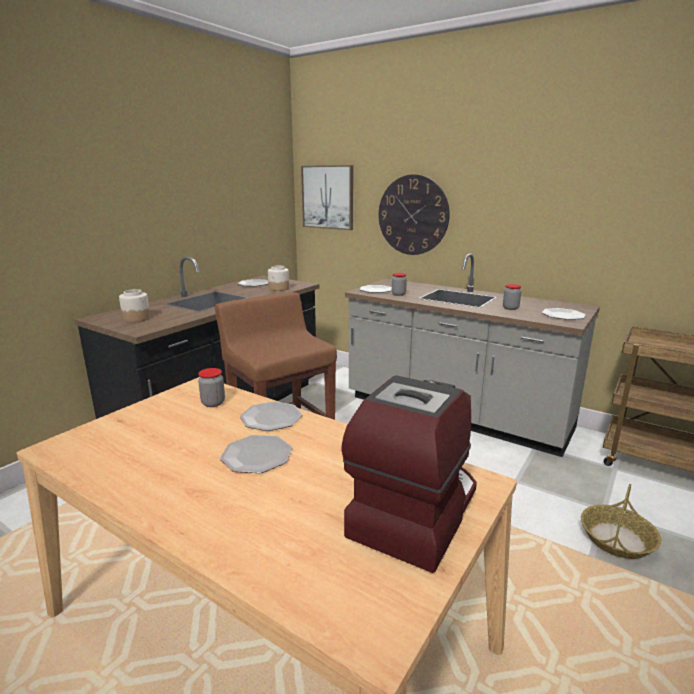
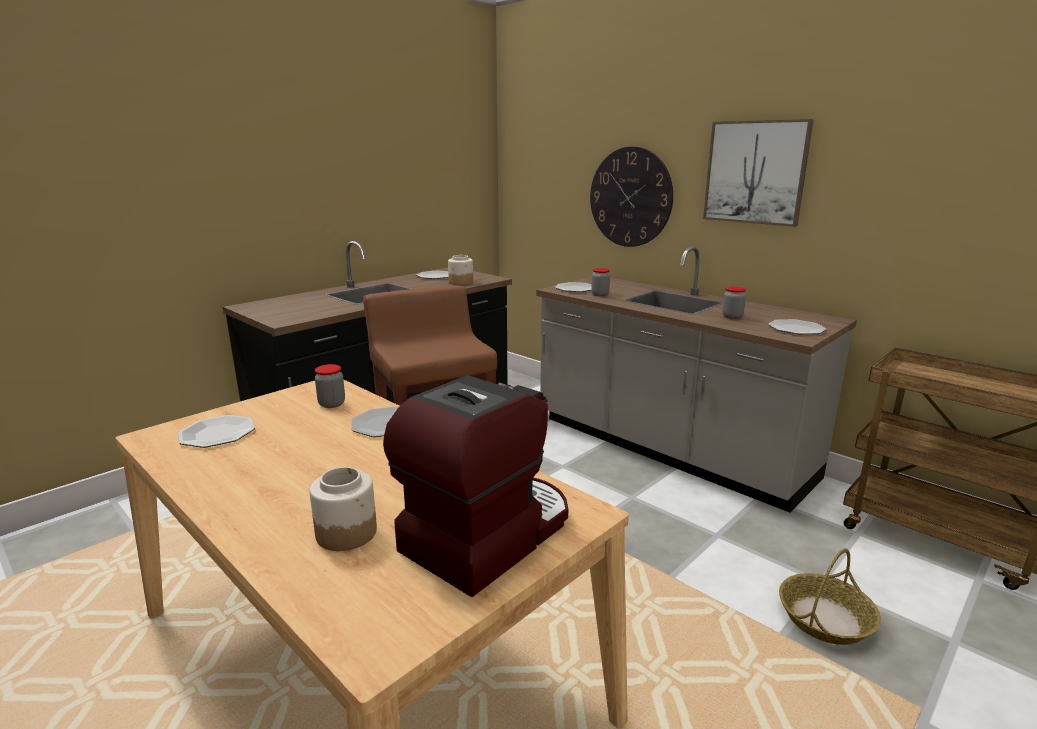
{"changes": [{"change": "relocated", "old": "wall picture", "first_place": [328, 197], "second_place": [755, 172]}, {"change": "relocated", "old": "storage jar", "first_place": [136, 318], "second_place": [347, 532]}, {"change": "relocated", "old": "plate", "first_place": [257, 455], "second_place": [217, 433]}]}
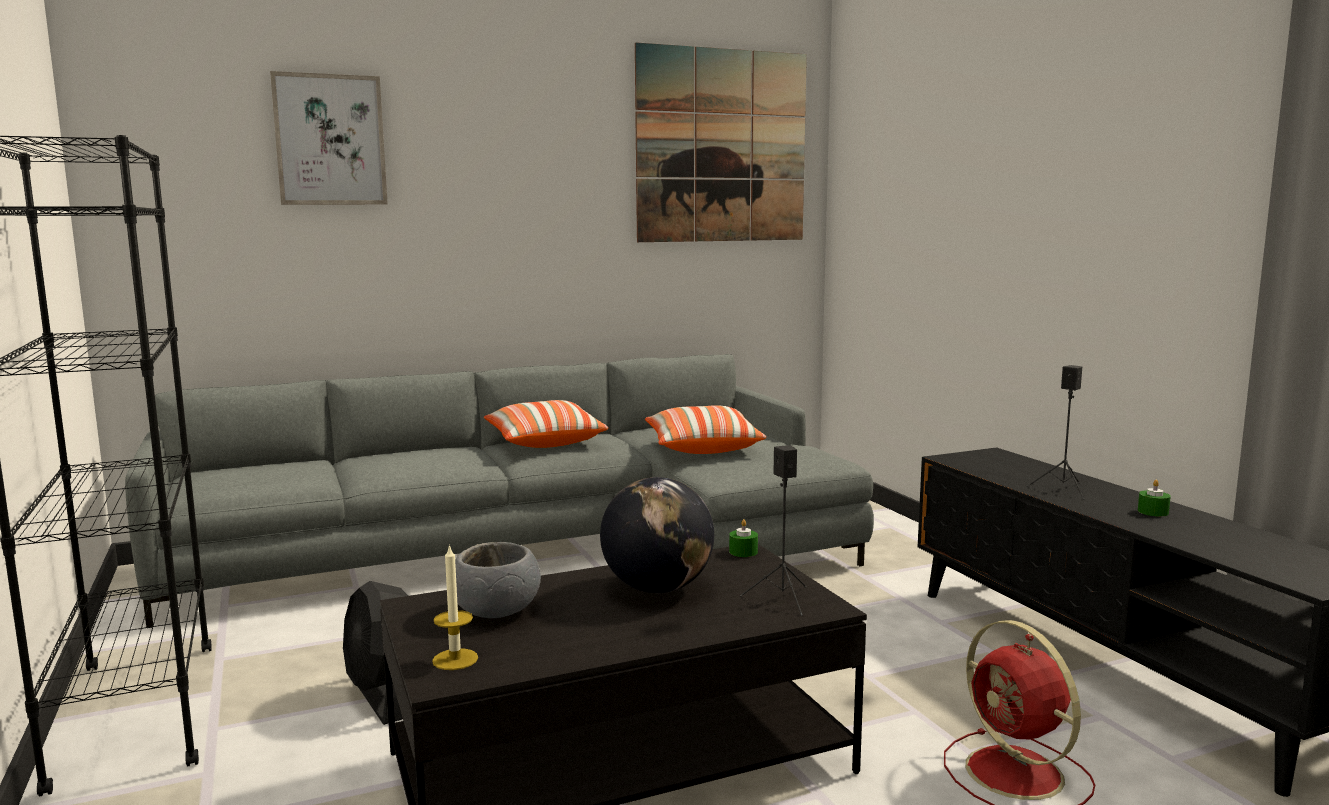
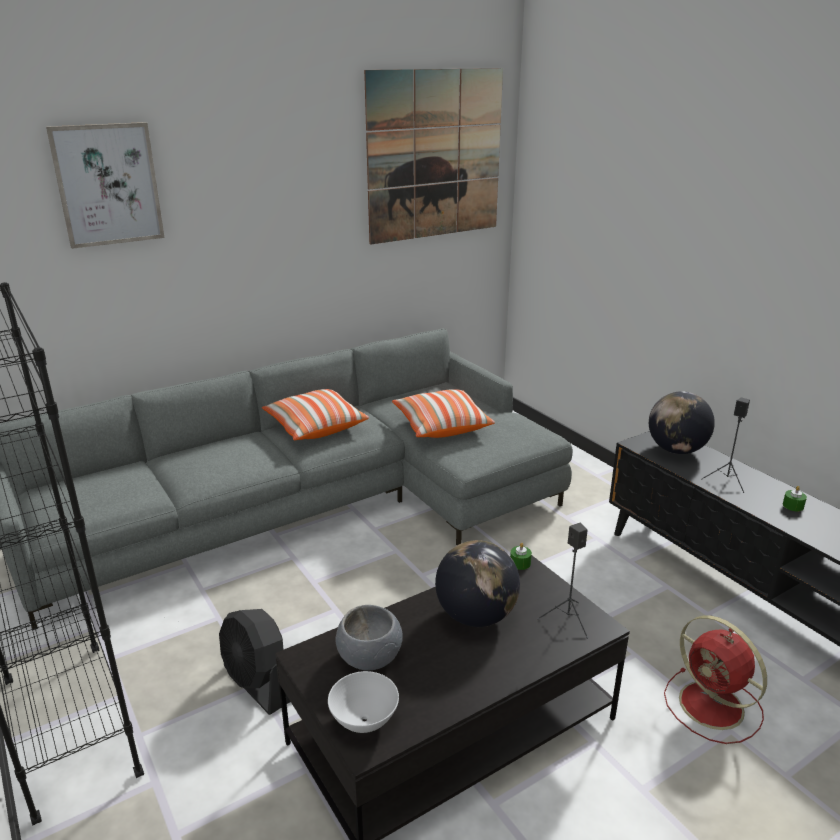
{"changes": [{"change": "exchanged", "old": "candle", "new": "deep dish/white-coloured", "first_place": [455, 659], "second_place": [364, 720]}, {"change": "appeared", "new": "globe", "second_place": [676, 450]}]}
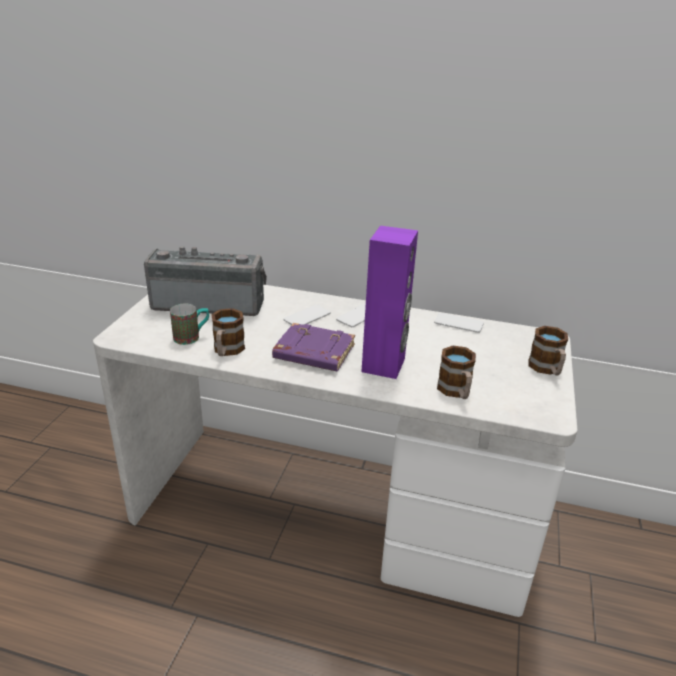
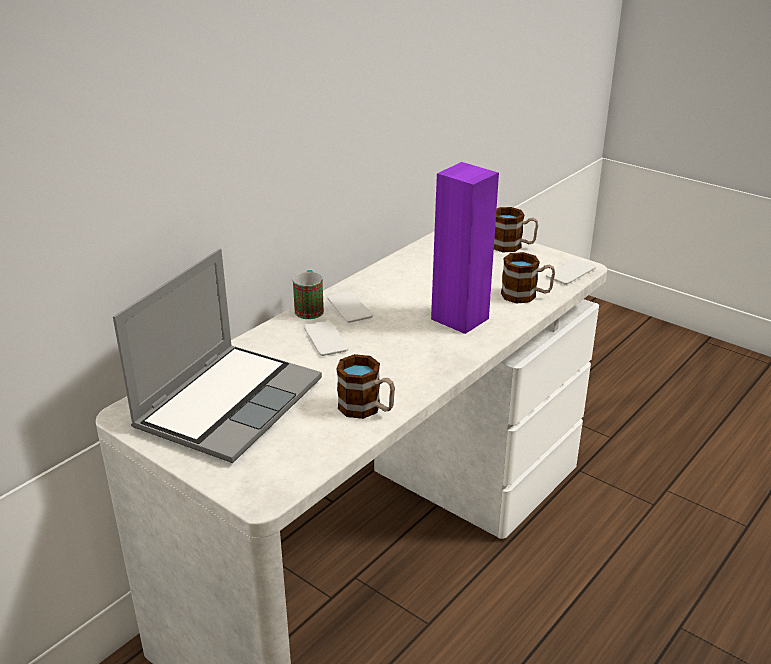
{"changes": [{"change": "exchanged", "old": "radio set", "new": "portable computer", "first_place": [209, 303], "second_place": [229, 403]}, {"change": "relocated", "old": "coffee mug", "first_place": [192, 337], "second_place": [309, 308]}, {"change": "relocated", "old": "handset", "first_place": [458, 323], "second_place": [570, 273]}, {"change": "missing", "old": "bound book/purple-coloured", "first_place": [313, 353]}]}
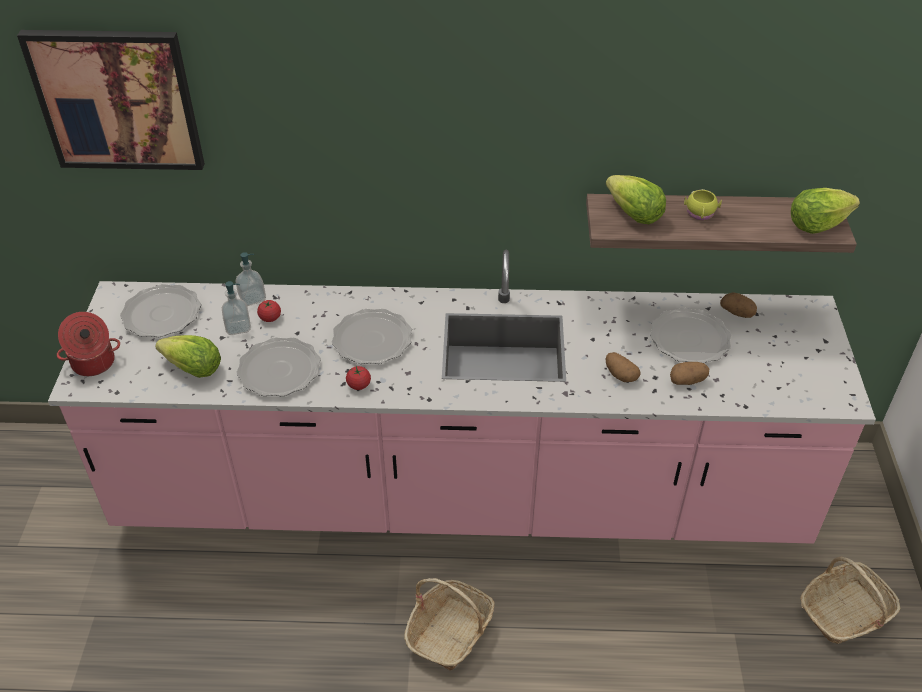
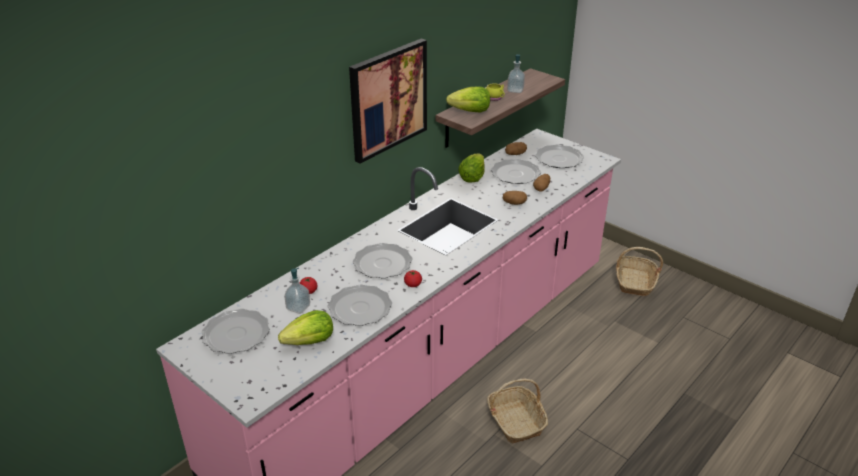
{"changes": [{"change": "relocated", "old": "wall picture", "first_place": [117, 100], "second_place": [388, 99]}, {"change": "relocated", "old": "head of lettuce", "first_place": [816, 225], "second_place": [472, 177]}, {"change": "relocated", "old": "soap bottle", "first_place": [252, 298], "second_place": [515, 90]}, {"change": "missing", "old": "cooking pot", "first_place": [93, 363]}, {"change": "appeared", "new": "plate", "second_place": [559, 158]}]}
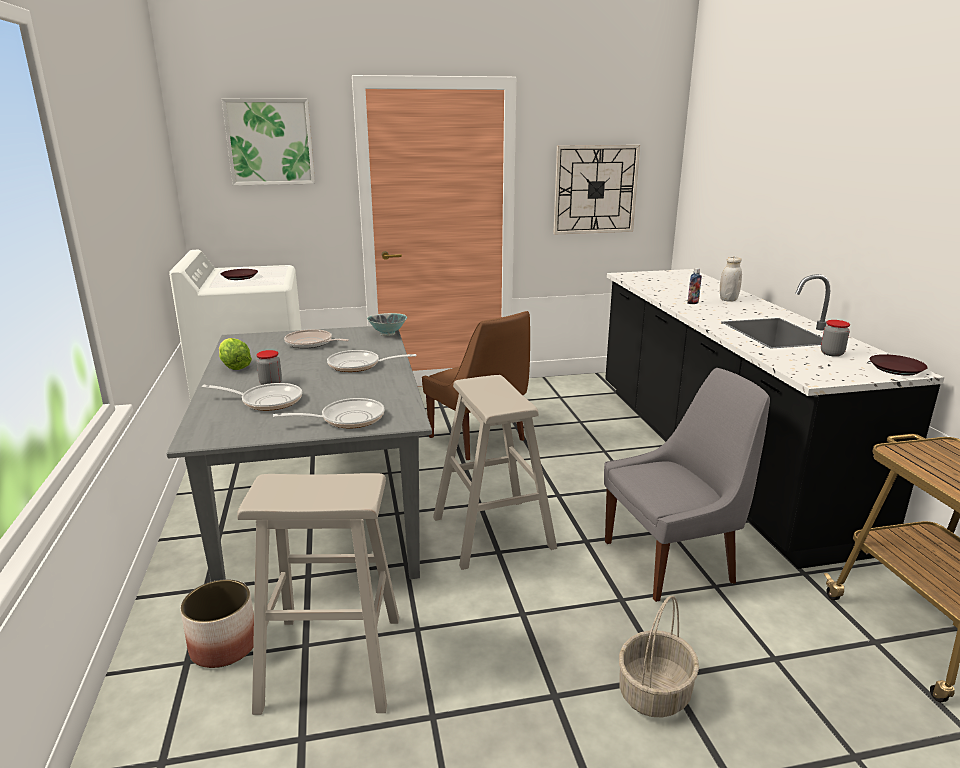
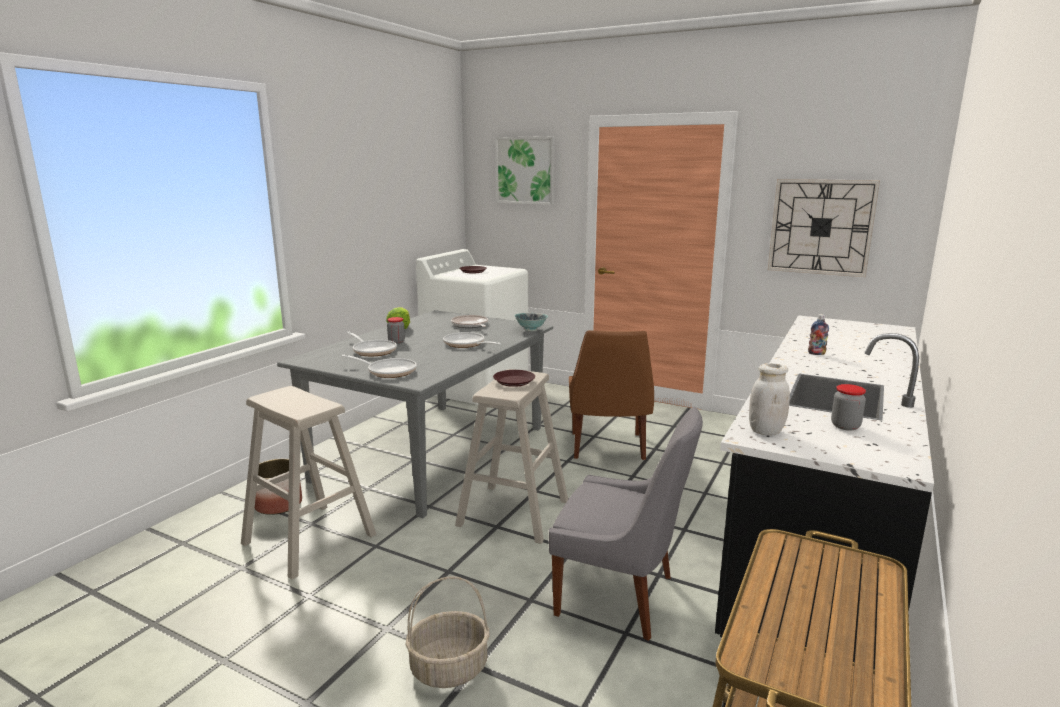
{"changes": [{"change": "relocated", "old": "storage jar/white-coloured", "first_place": [728, 299], "second_place": [766, 431]}, {"change": "relocated", "old": "plate/brown", "first_place": [896, 369], "second_place": [514, 381]}]}
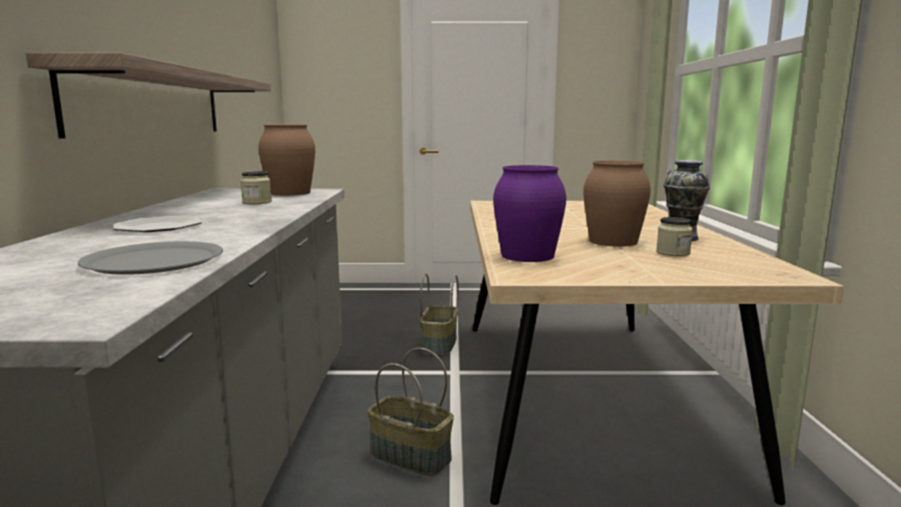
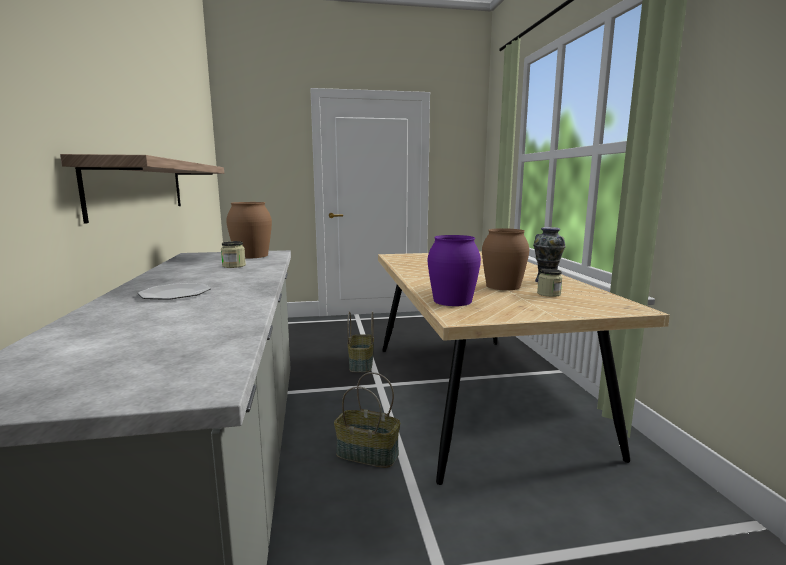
{"changes": [{"change": "missing", "old": "plate/grey", "first_place": [154, 260]}]}
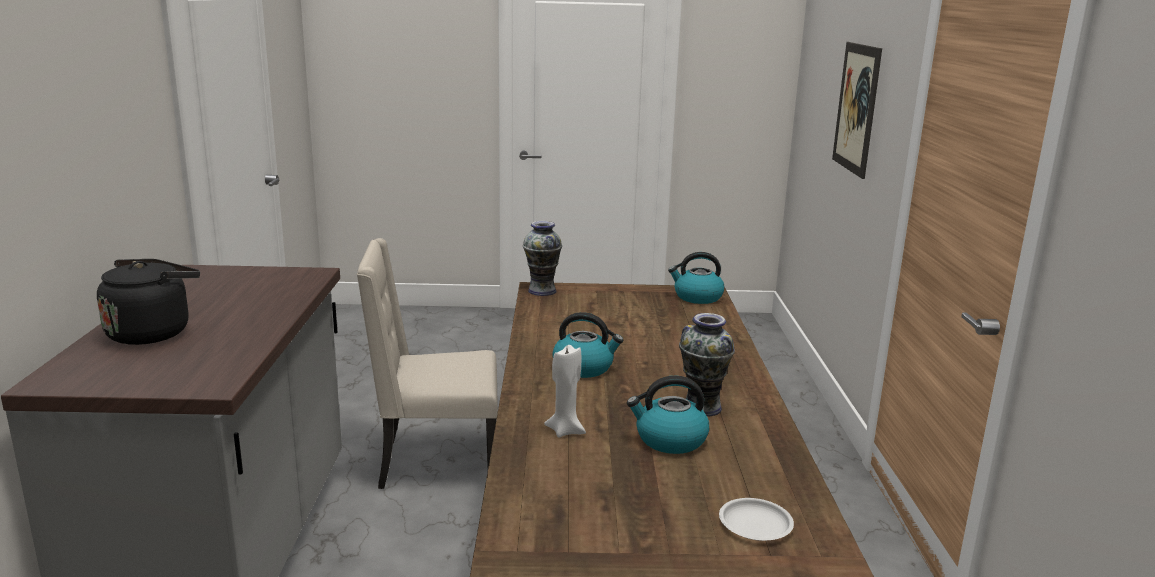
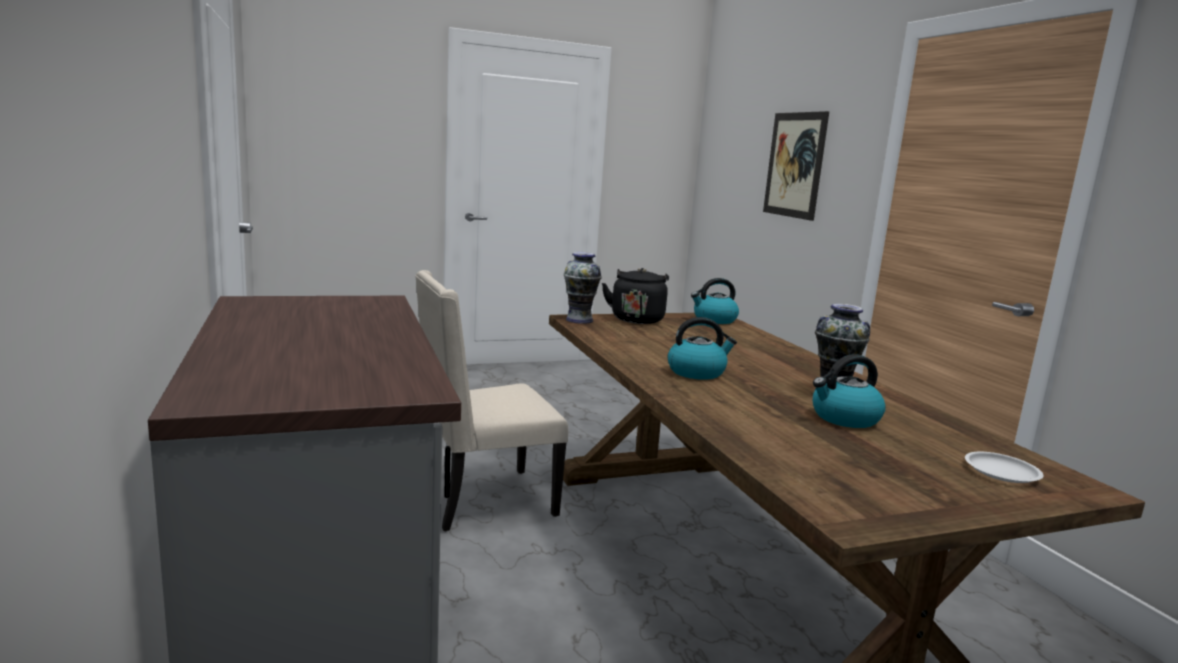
{"changes": [{"change": "relocated", "old": "water kettle/blackish", "first_place": [152, 332], "second_place": [637, 319]}, {"change": "missing", "old": "candle/white-coloured", "first_place": [565, 430]}]}
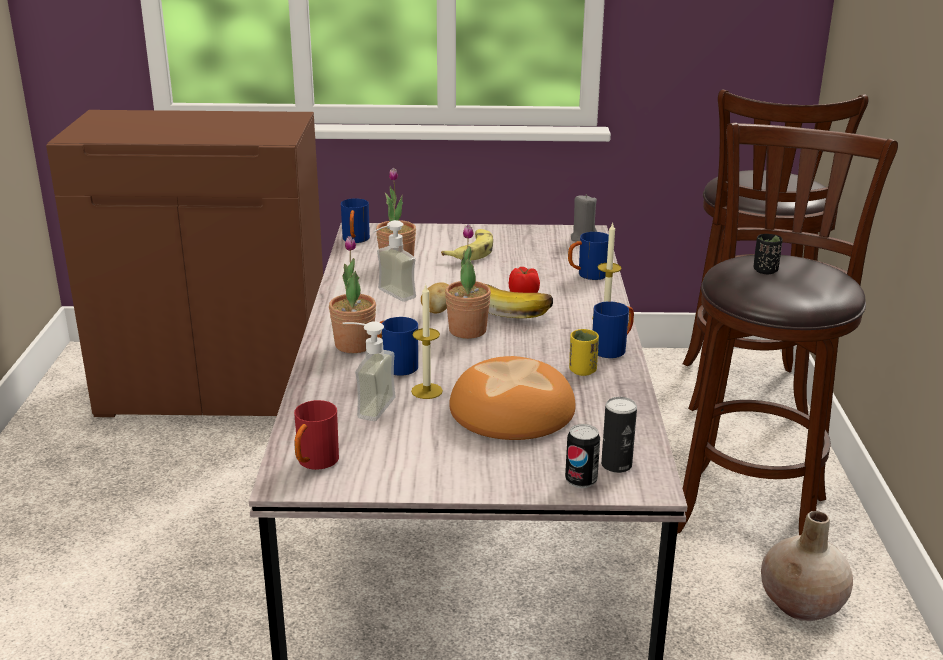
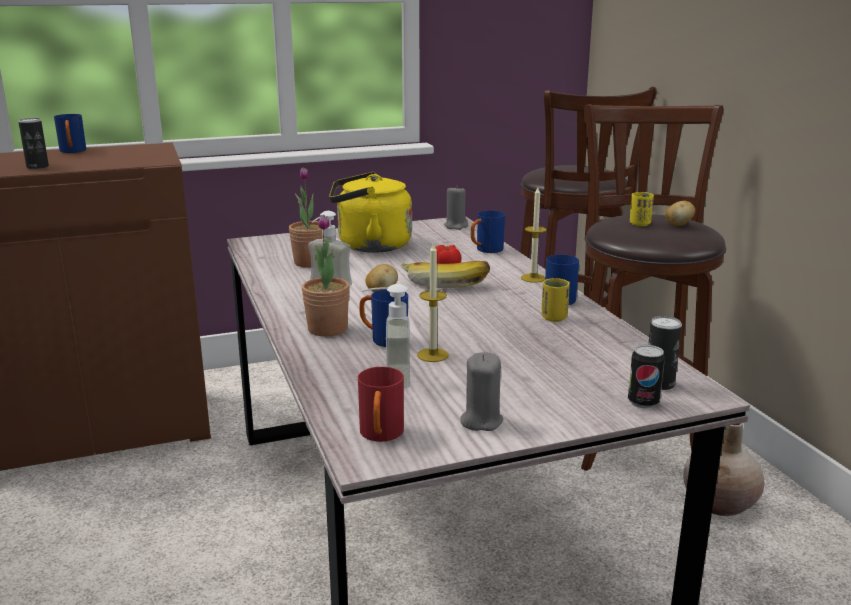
{"changes": [{"change": "relocated", "old": "coffee mug/blue-coloured", "first_place": [355, 240], "second_place": [72, 151]}, {"change": "missing", "old": "potted plant", "first_place": [467, 330]}, {"change": "exchanged", "old": "banana", "new": "water kettle/yellow-coloured", "first_place": [471, 252], "second_place": [369, 246]}, {"change": "colour", "old": "cup/blackish", "new": "cup/yellow-coloured", "first_place": [765, 270], "second_place": [639, 224]}, {"change": "missing", "old": "bakery bread", "first_place": [513, 409]}, {"change": "appeared", "new": "sealed can", "second_place": [37, 167]}, {"change": "appeared", "new": "potato", "second_place": [678, 225]}, {"change": "appeared", "new": "candle/grey", "second_place": [481, 421]}]}
